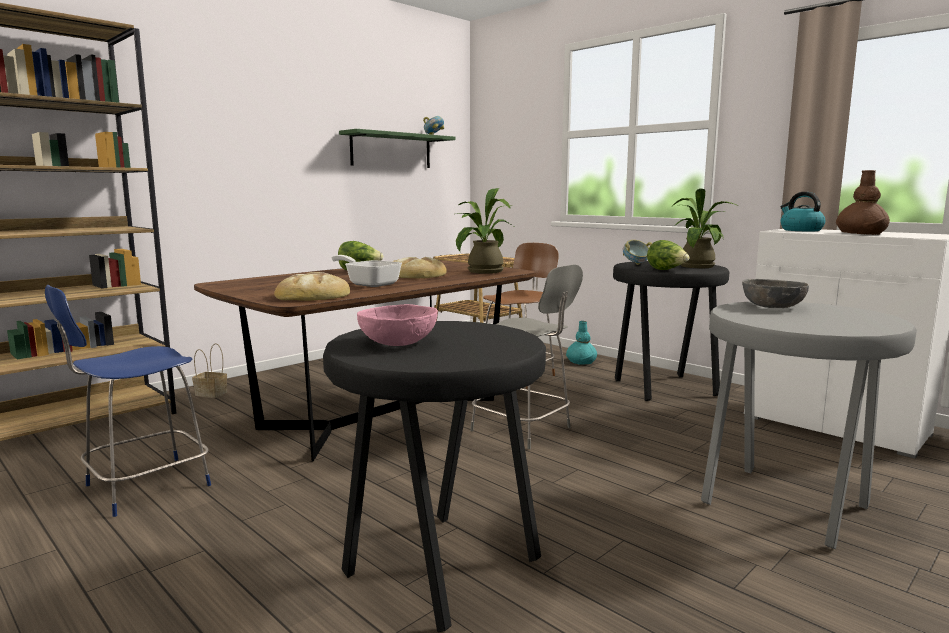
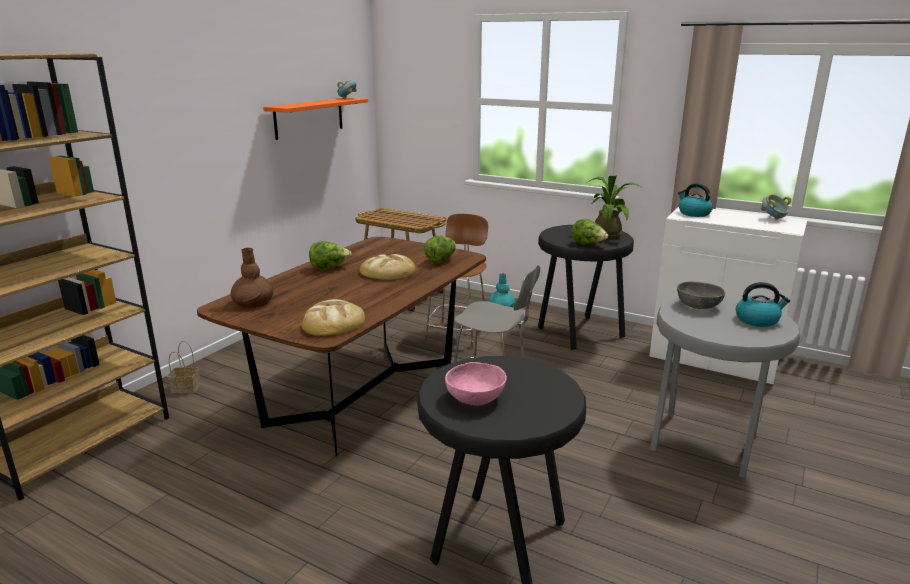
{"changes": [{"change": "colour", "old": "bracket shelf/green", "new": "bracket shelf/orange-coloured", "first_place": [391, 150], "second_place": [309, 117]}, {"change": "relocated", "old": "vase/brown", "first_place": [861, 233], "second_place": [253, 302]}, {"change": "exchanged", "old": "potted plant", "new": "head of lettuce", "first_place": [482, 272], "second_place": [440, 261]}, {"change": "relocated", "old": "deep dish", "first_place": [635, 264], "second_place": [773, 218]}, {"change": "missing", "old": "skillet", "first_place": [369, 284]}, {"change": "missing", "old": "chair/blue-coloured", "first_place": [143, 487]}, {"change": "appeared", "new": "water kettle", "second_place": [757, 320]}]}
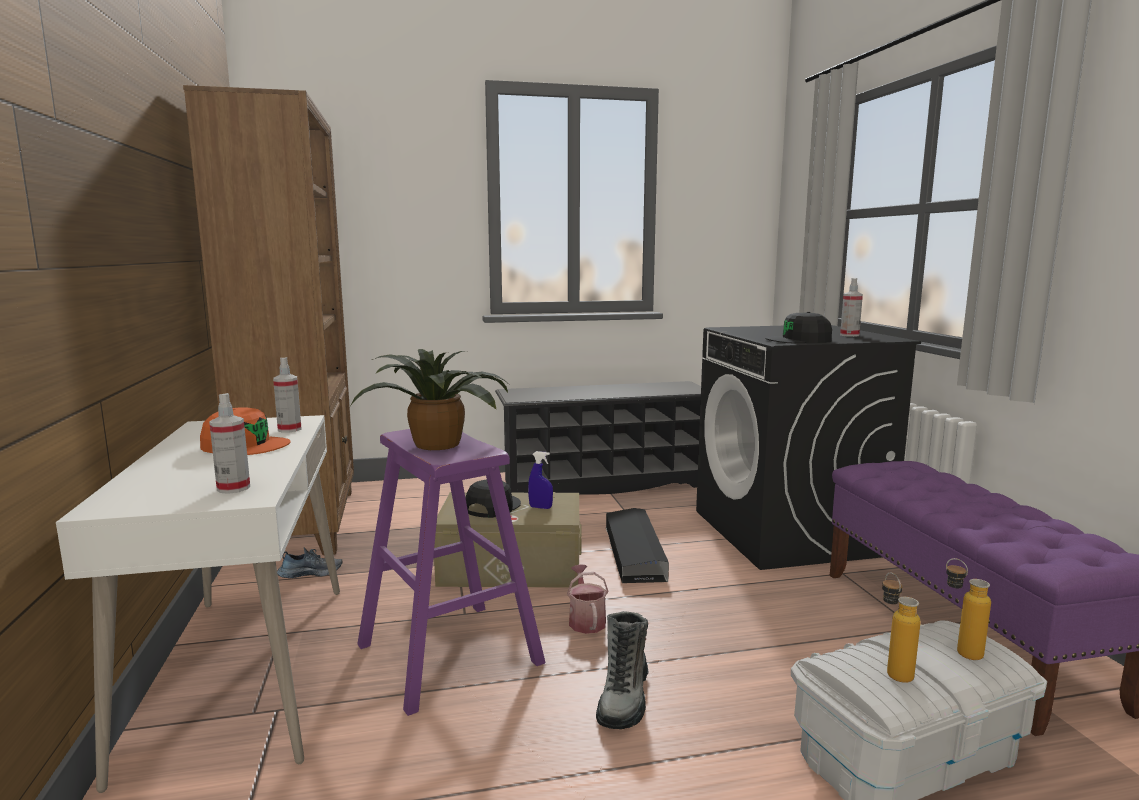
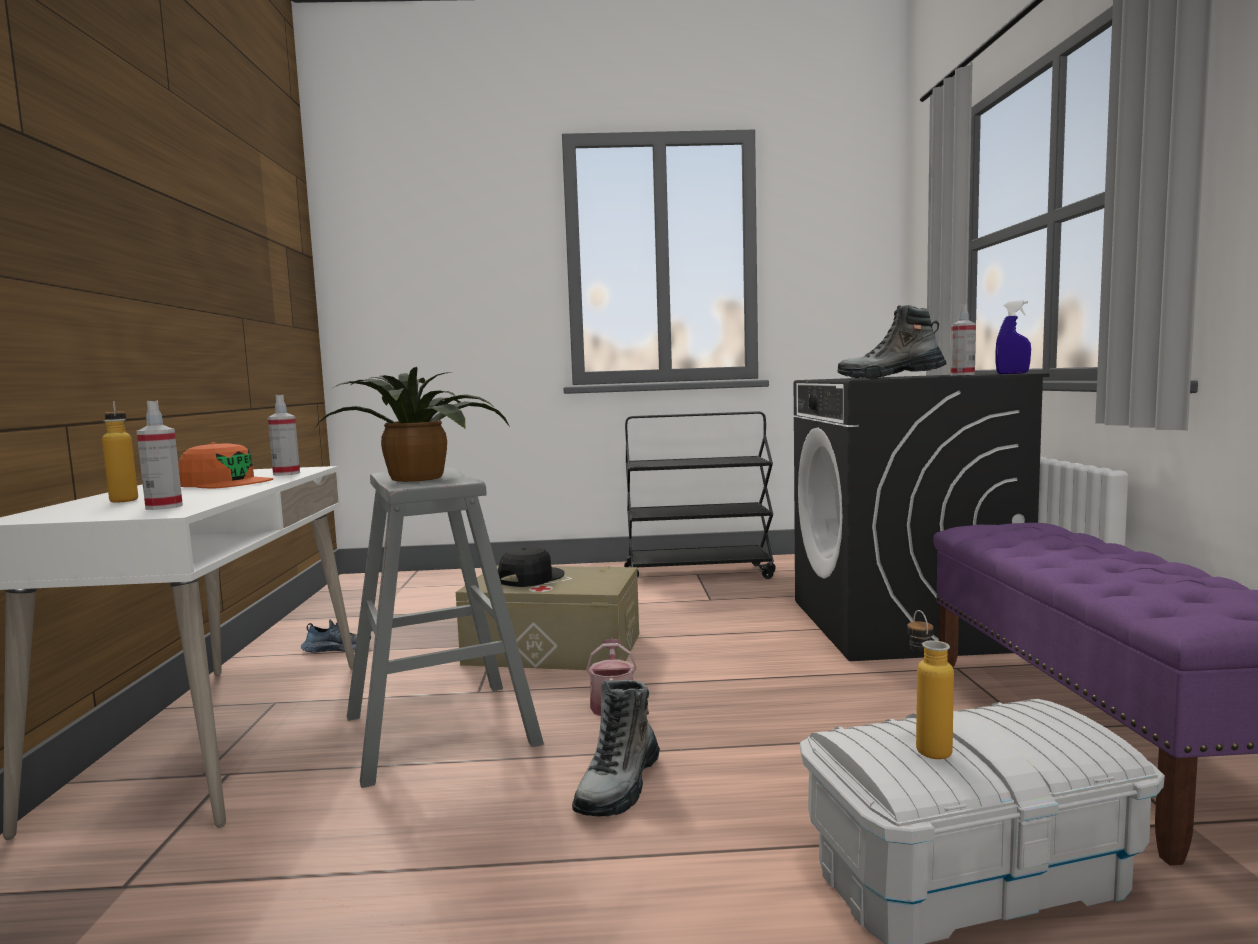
{"changes": [{"change": "missing", "old": "bookshelf/brown", "first_place": [303, 522]}, {"change": "exchanged", "old": "cap/blackish", "new": "tall boot", "first_place": [799, 340], "second_place": [890, 378]}, {"change": "exchanged", "old": "shoe stand/blackish", "new": "trolley/blackish", "first_place": [604, 483], "second_place": [699, 574]}, {"change": "colour", "old": "sitting stool/purple-coloured", "new": "sitting stool/grey", "first_place": [449, 654], "second_place": [440, 730]}, {"change": "relocated", "old": "sprayer/blue-coloured", "first_place": [540, 507], "second_place": [1012, 373]}, {"change": "missing", "old": "storage bin/blackish", "first_place": [634, 552]}, {"change": "relocated", "old": "bottle", "first_place": [959, 650], "second_place": [124, 499]}]}
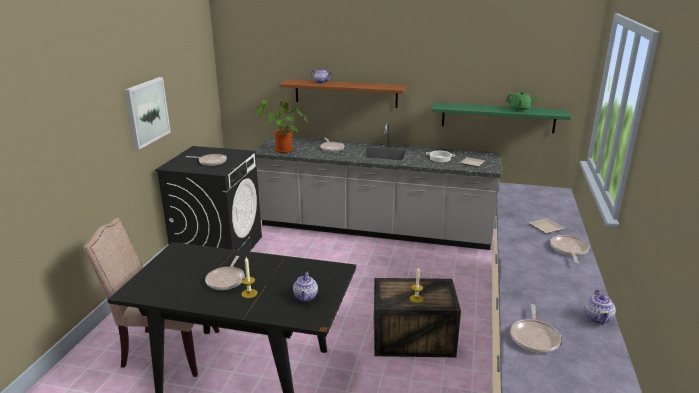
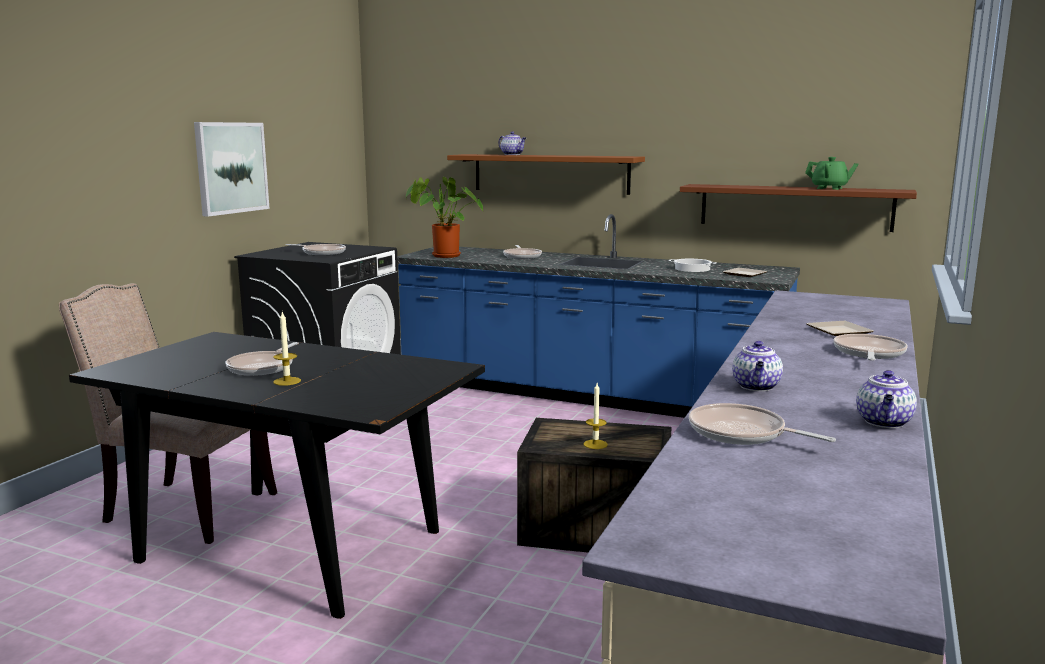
{"changes": [{"change": "colour", "old": "bracket shelf/green", "new": "bracket shelf/brown", "first_place": [497, 117], "second_place": [794, 207]}, {"change": "colour", "old": "counter/grey", "new": "counter/blue-coloured", "first_place": [374, 229], "second_place": [586, 395]}, {"change": "relocated", "old": "tea pot", "first_place": [306, 297], "second_place": [756, 387]}, {"change": "spun", "old": "skillet", "first_place": [534, 337], "second_place": [742, 433], "degrees": 105}]}
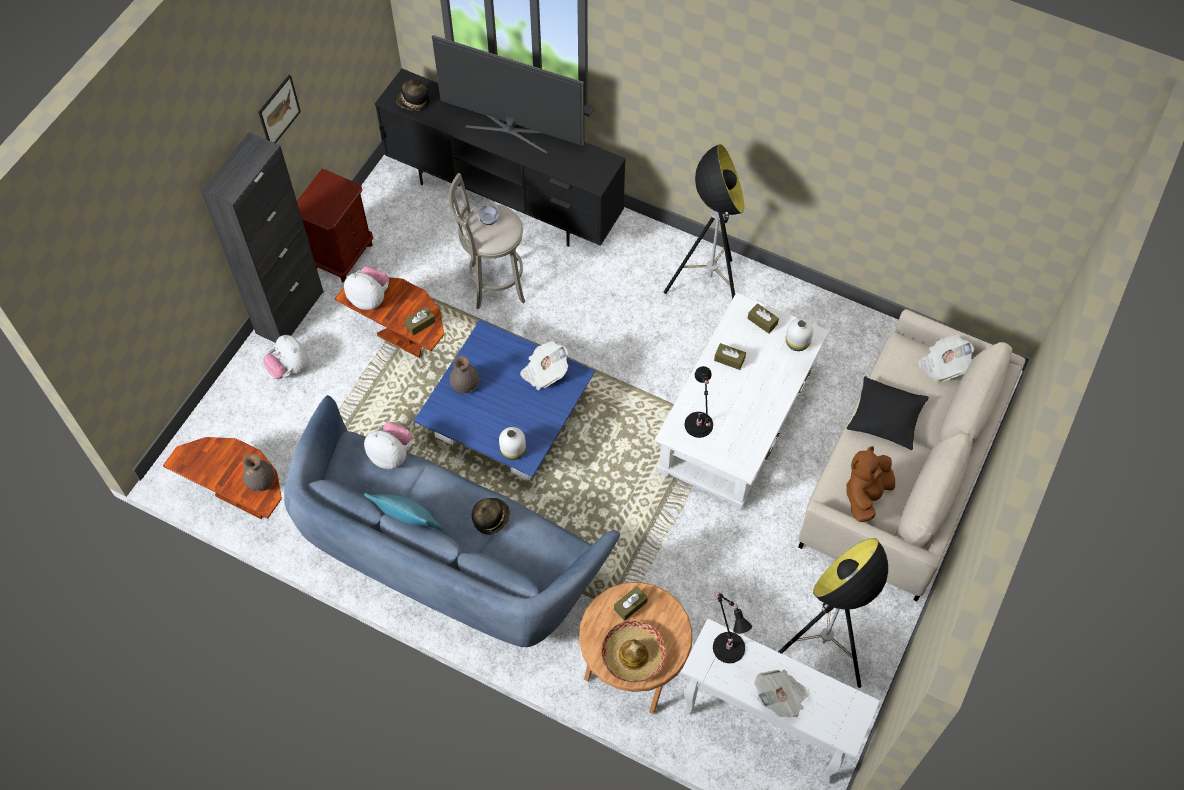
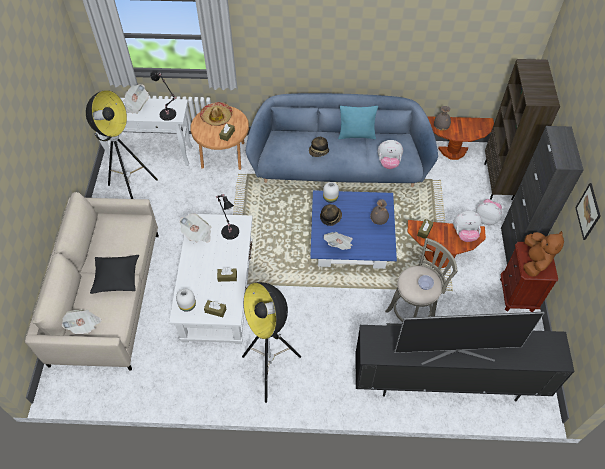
{"changes": [{"change": "relocated", "old": "hat", "first_place": [413, 103], "second_place": [330, 217]}, {"change": "relocated", "old": "soft toy/brown", "first_place": [865, 495], "second_place": [535, 261]}, {"change": "appeared", "new": "bookshelf/brown", "second_place": [499, 182]}, {"change": "appeared", "new": "printed paper", "second_place": [197, 234]}]}
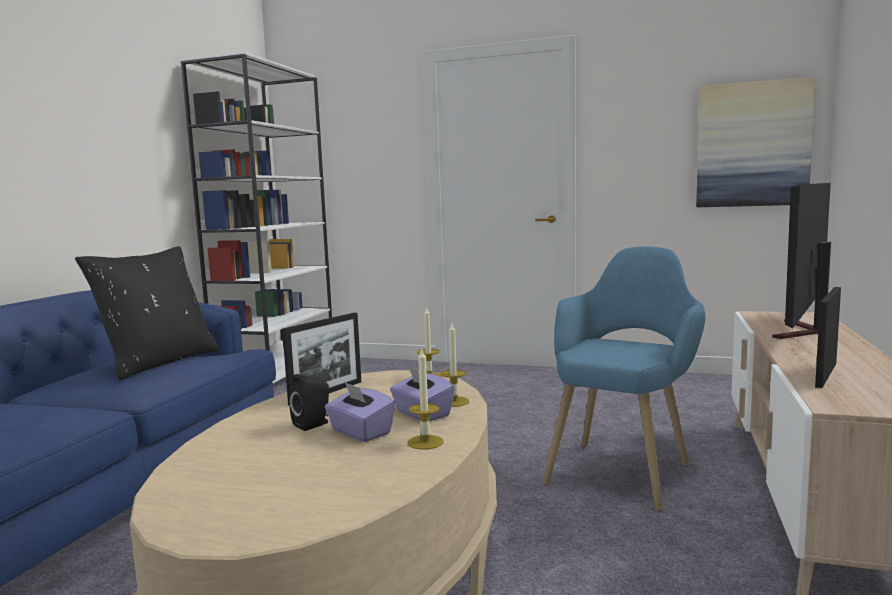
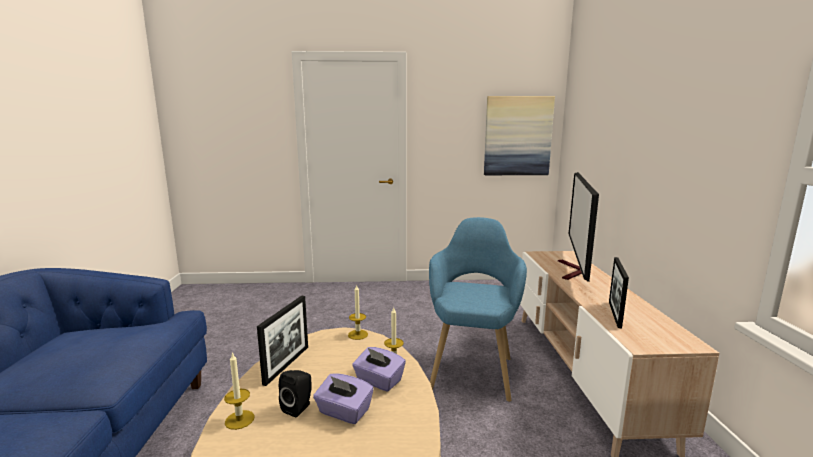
{"changes": [{"change": "missing", "old": "bookshelf/white-coloured", "first_place": [278, 374]}, {"change": "missing", "old": "pillow/blackish", "first_place": [159, 362]}, {"change": "relocated", "old": "candle", "first_place": [425, 442], "second_place": [239, 419]}]}
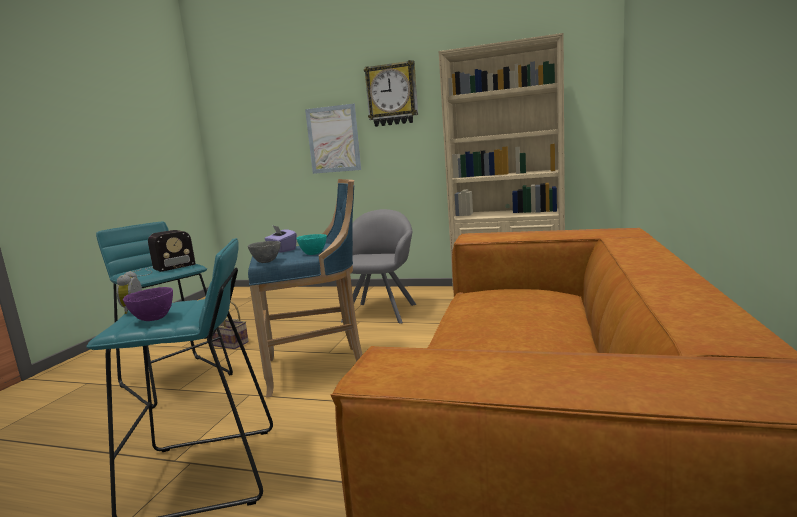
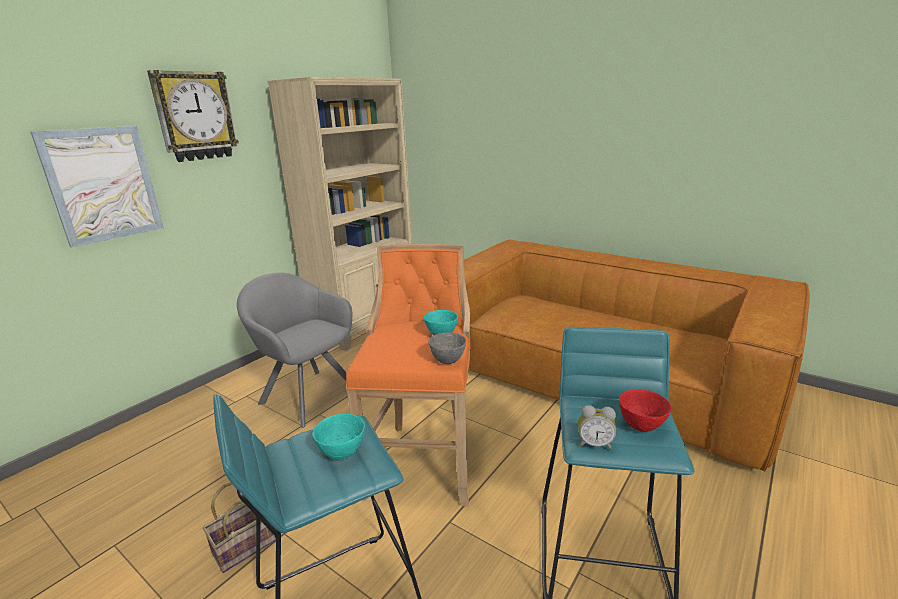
{"changes": [{"change": "colour", "old": "sitting stool/blue-coloured", "new": "sitting stool/orange-coloured", "first_place": [319, 368], "second_place": [423, 460]}, {"change": "missing", "old": "tissue box/purple-coloured", "first_place": [282, 250]}, {"change": "exchanged", "old": "radio set", "new": "deep dish/blue-green", "first_place": [160, 269], "second_place": [341, 452]}, {"change": "colour", "old": "deep dish/purple-coloured", "new": "deep dish/reddish", "first_place": [154, 319], "second_place": [641, 425]}]}
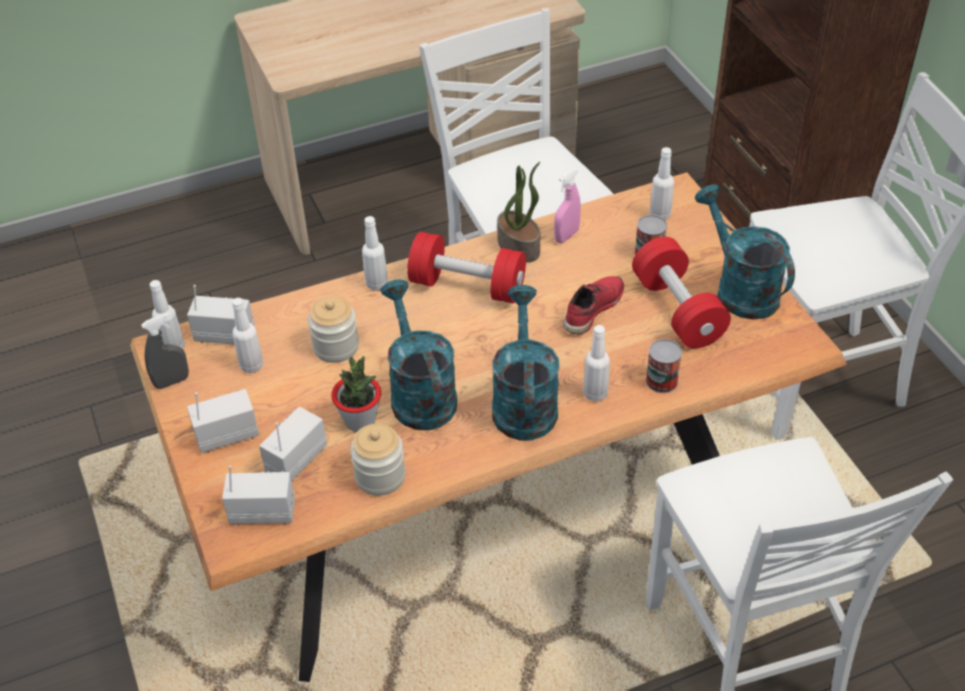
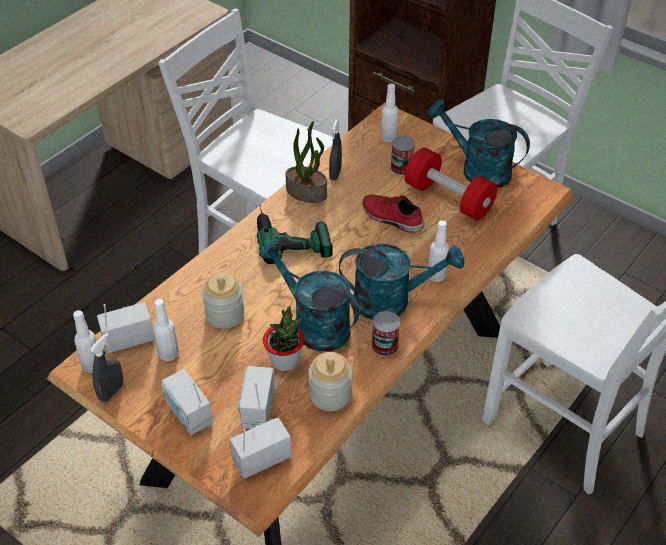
{"changes": [{"change": "colour", "old": "sprayer/pinkish", "new": "sprayer/grey", "first_place": [566, 236], "second_place": [335, 173]}, {"change": "missing", "old": "bottle/white-coloured", "first_place": [376, 284]}, {"change": "exchanged", "old": "dumbbell/reddish", "new": "drill", "first_place": [467, 286], "second_place": [291, 234]}, {"change": "spun", "old": "low shoe/reddish", "first_place": [592, 309], "second_place": [391, 218], "degrees": -60}, {"change": "spun", "old": "sprinkling can/blue-green", "first_place": [523, 401], "second_place": [392, 300], "degrees": 120}, {"change": "relocated", "old": "sealed can", "first_place": [661, 381], "second_place": [385, 345]}, {"change": "spun", "old": "radio set", "first_place": [226, 435], "second_place": [188, 414], "degrees": -75}]}
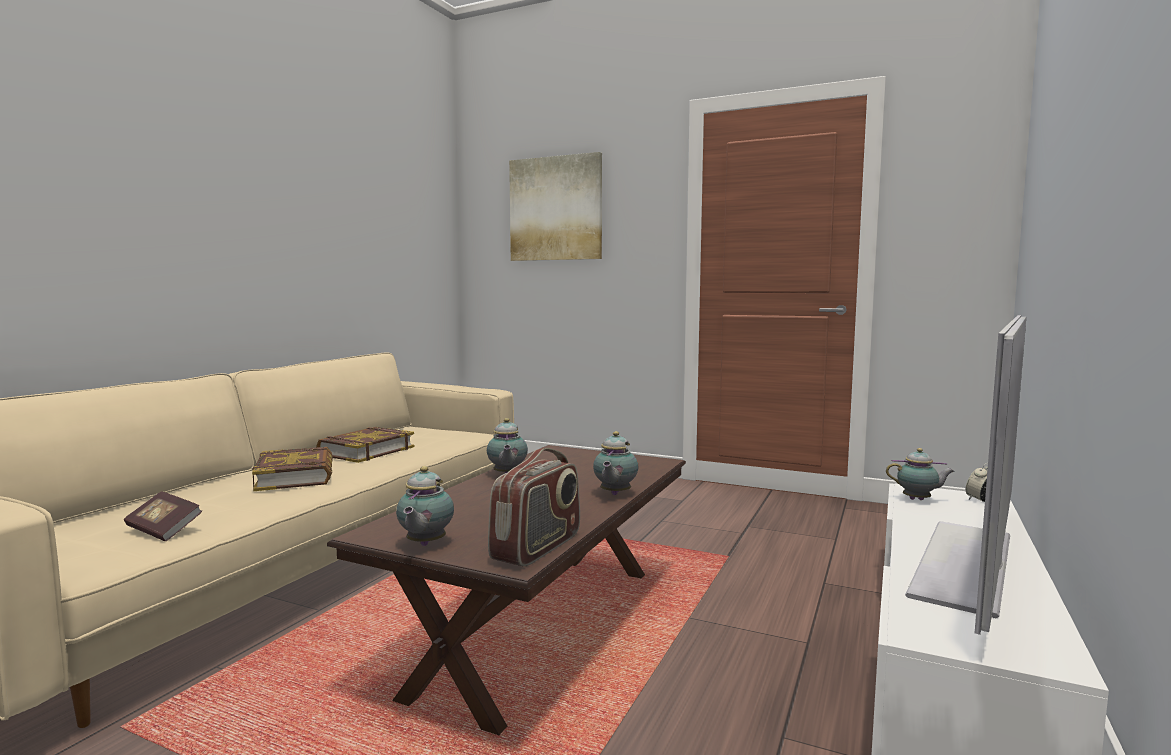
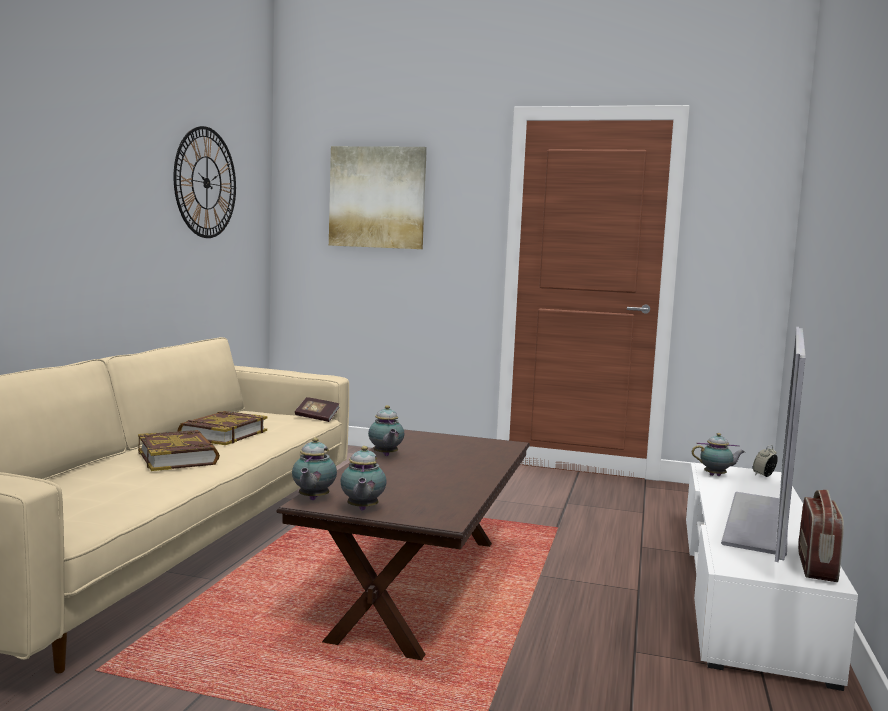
{"changes": [{"change": "relocated", "old": "tea pot", "first_place": [614, 494], "second_place": [312, 499]}, {"change": "relocated", "old": "radio set", "first_place": [537, 548], "second_place": [817, 567]}, {"change": "relocated", "old": "bound book", "first_place": [164, 530], "second_place": [317, 418]}, {"change": "appeared", "new": "clock on the wall", "second_place": [206, 183]}]}
